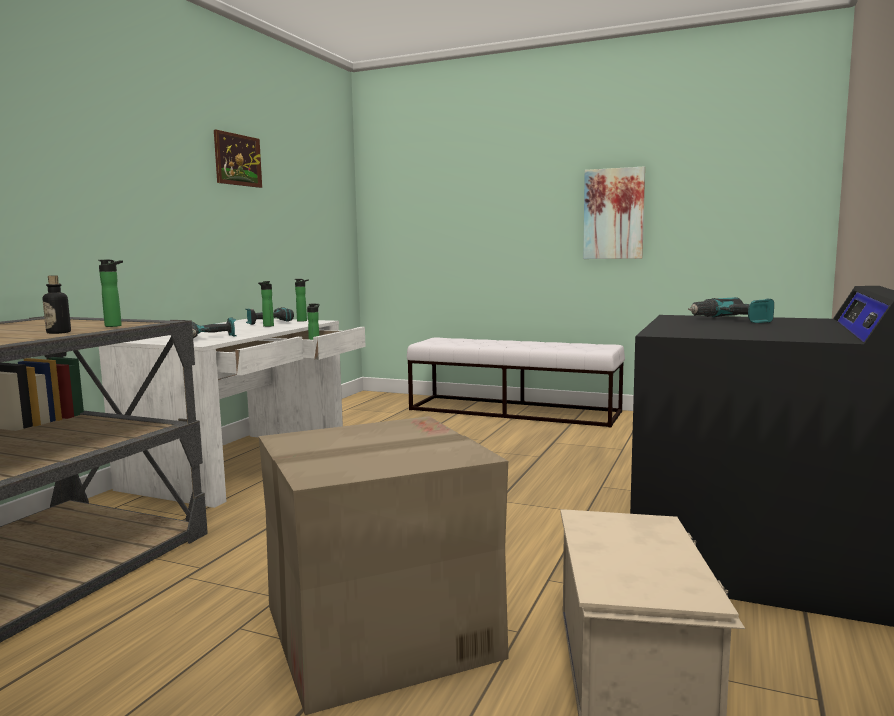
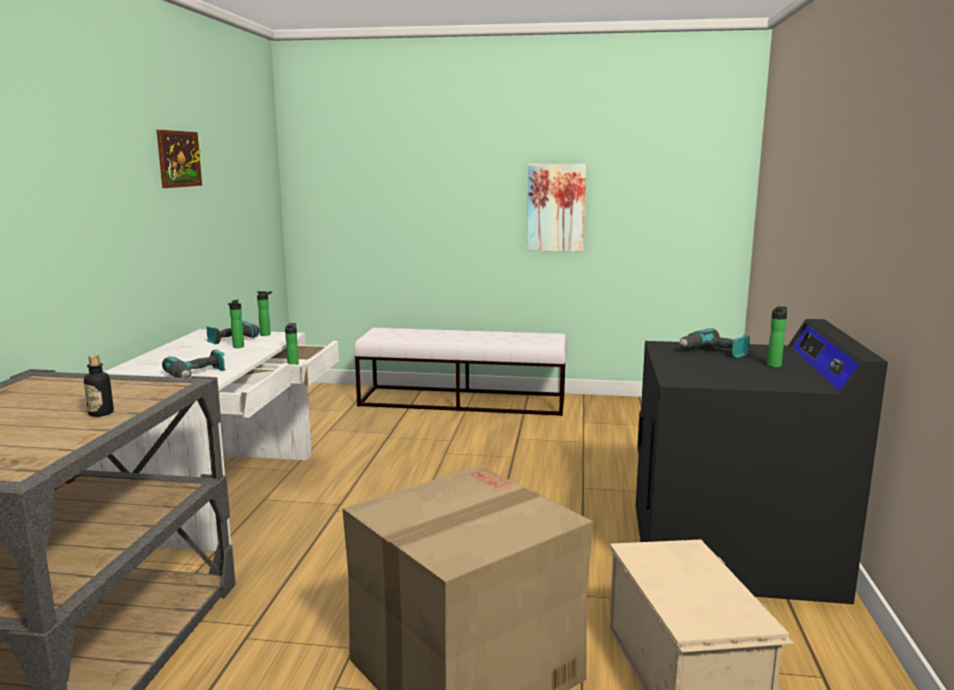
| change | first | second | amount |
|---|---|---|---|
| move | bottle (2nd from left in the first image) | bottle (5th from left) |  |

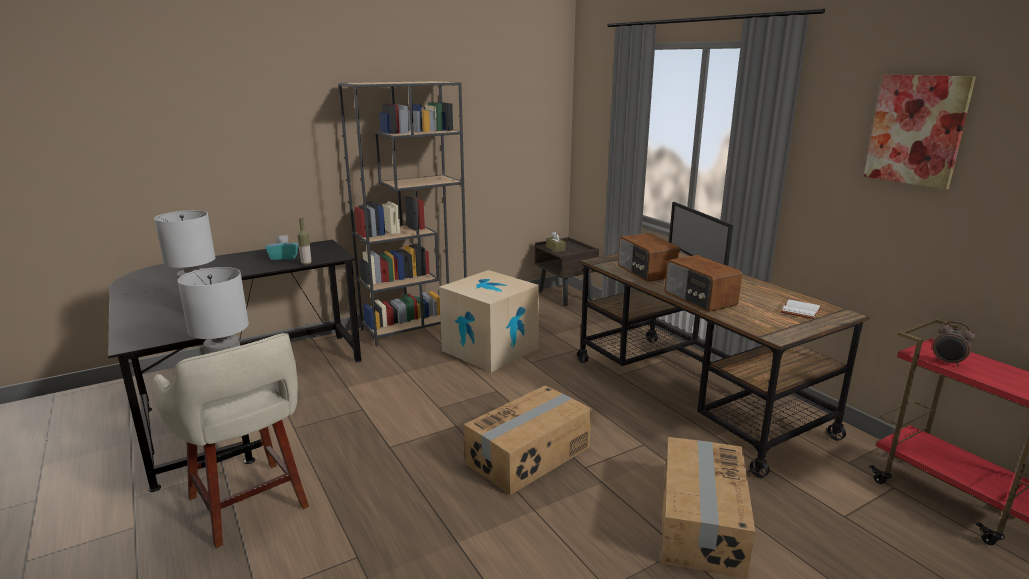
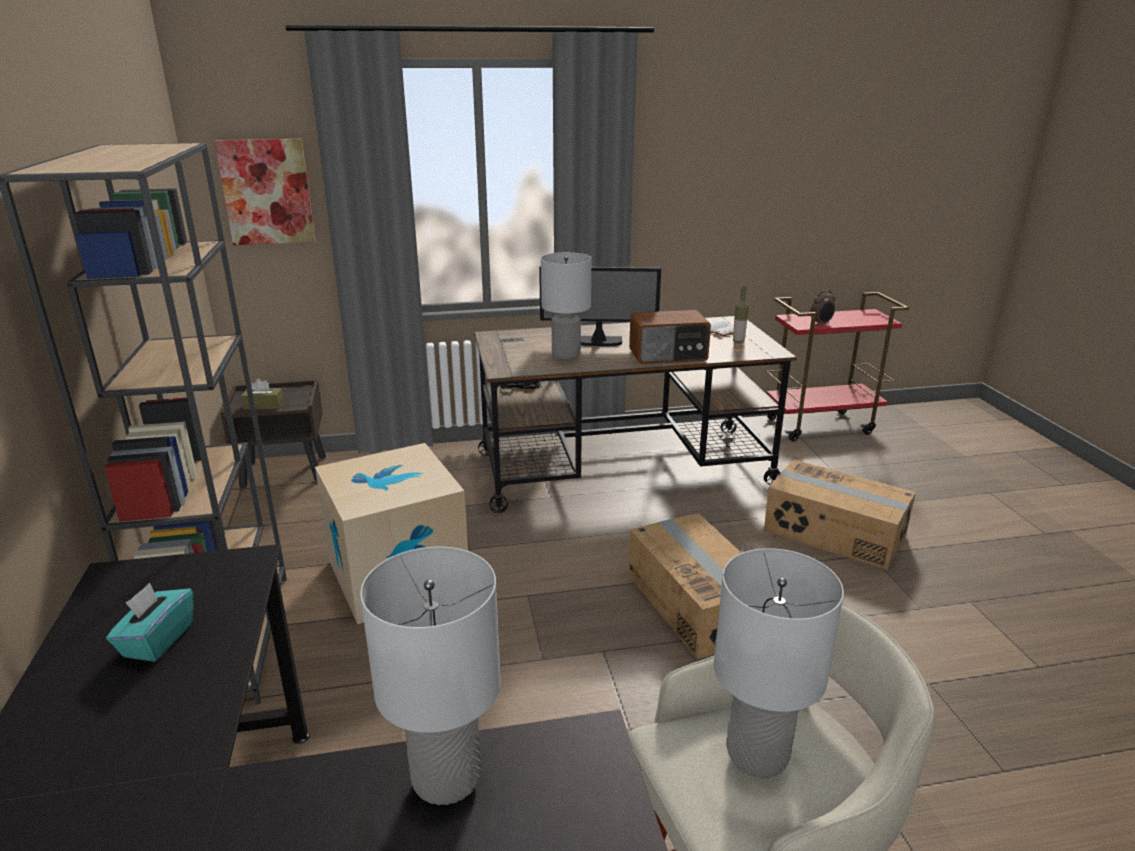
| change | first | second | amount |
|---|---|---|---|
| move | picture |  |  |
| move | bottle |  |  |
| replace | radio (1st from left) | grey table lamp (2nd from left) |  |

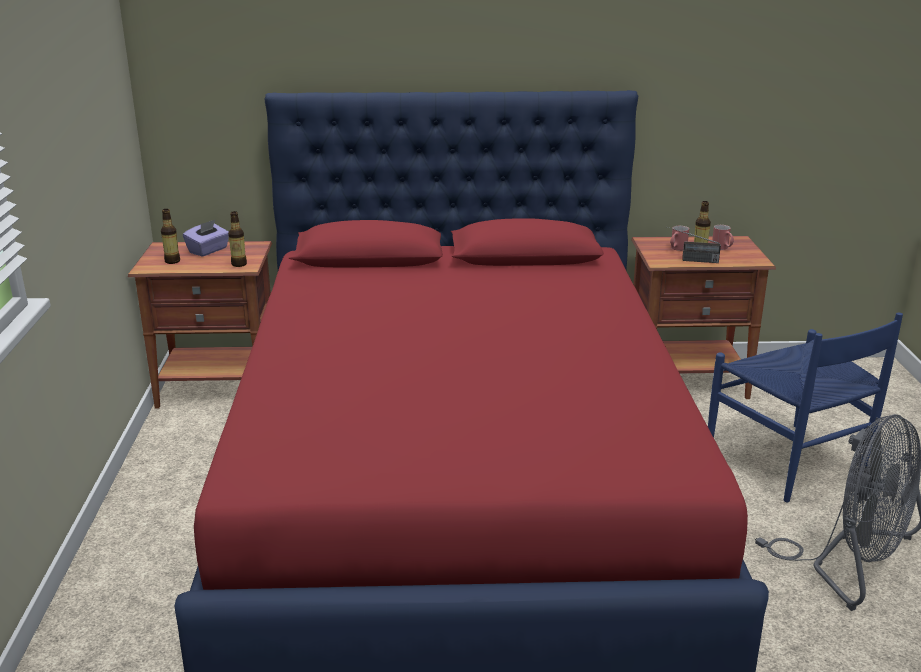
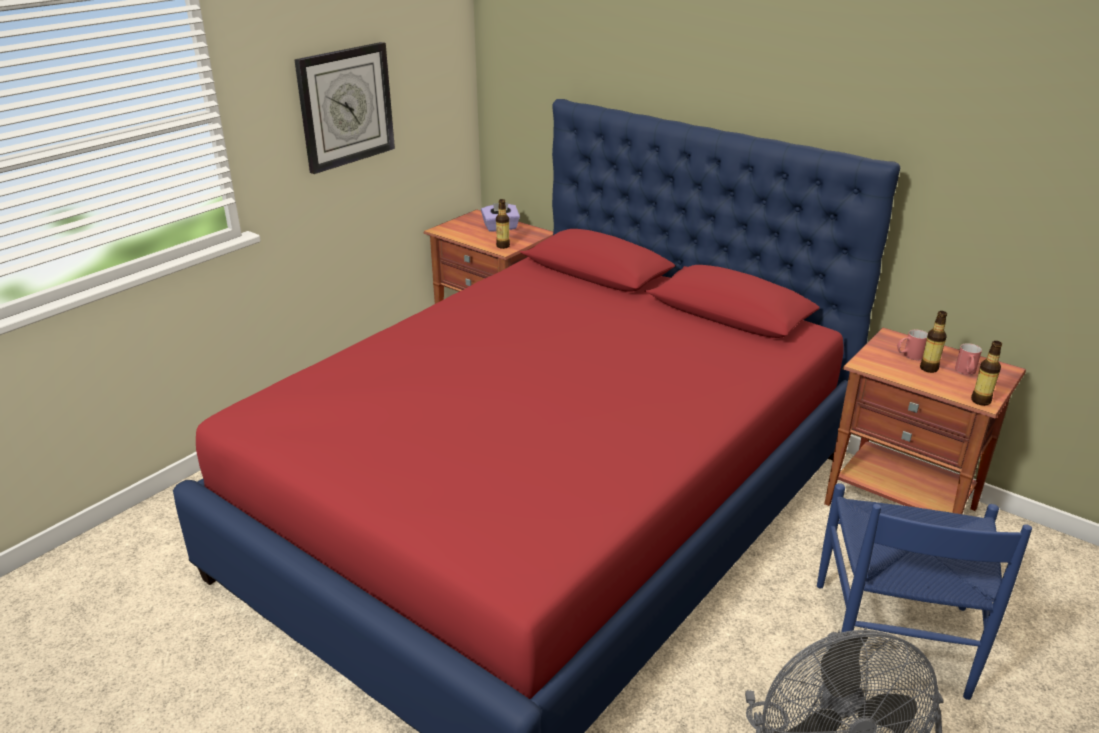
| change | first | second | amount |
|---|---|---|---|
| move | bottle (1st from left in the first image) | bottle (3rd from left) |  |
| delete | radio |  |  |
| insert |  | wall clock |  |

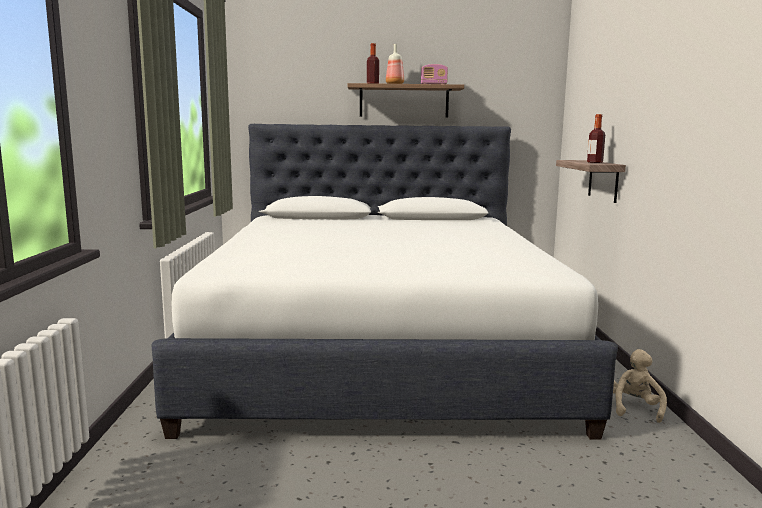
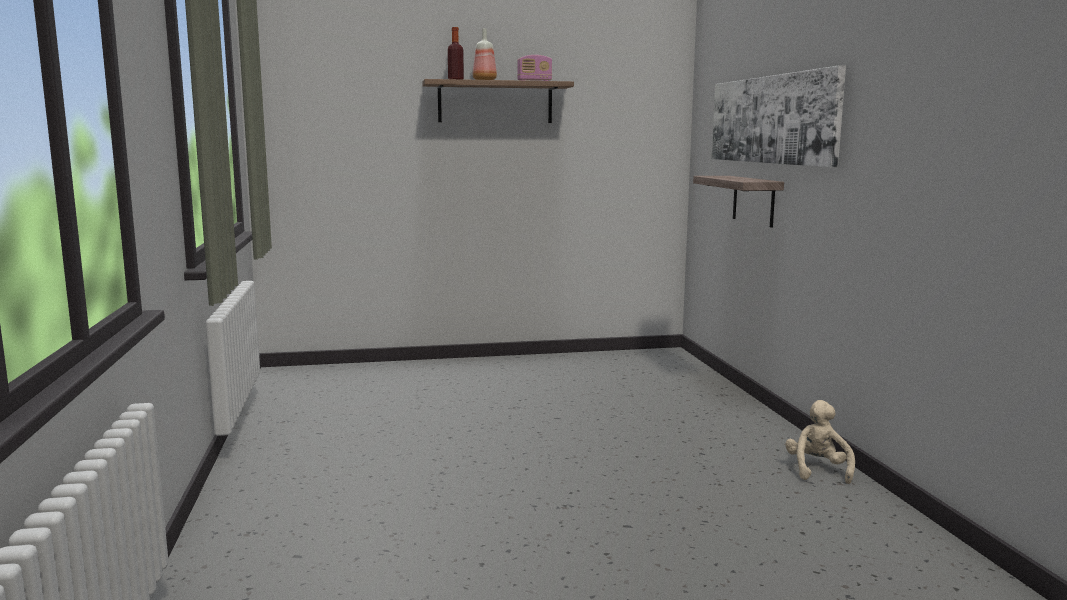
| change | first | second | amount |
|---|---|---|---|
| delete | bottle (3rd from left) |  |  |
| delete | white bed |  |  |
| insert |  | picture |  |

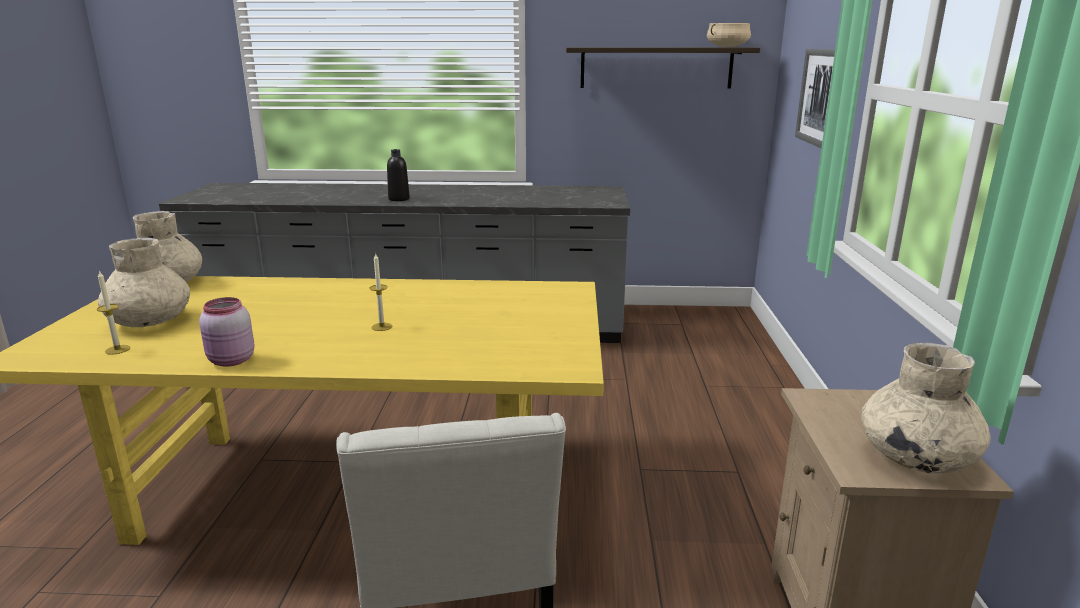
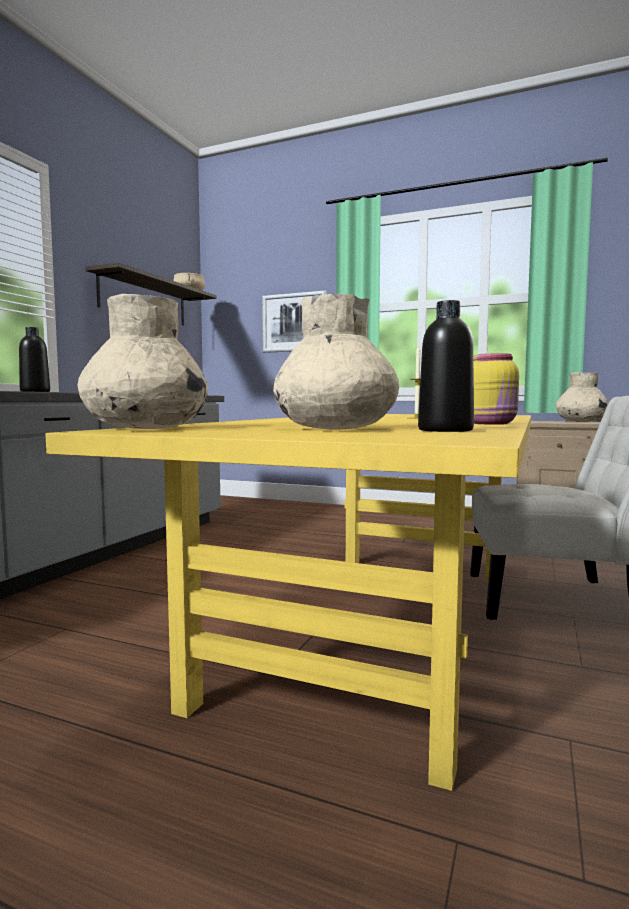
| change | first | second | amount |
|---|---|---|---|
| replace | candle (1st from left) | black bottle (2nd from left) |  |
| recolor | pink jar | yellow jar |  |

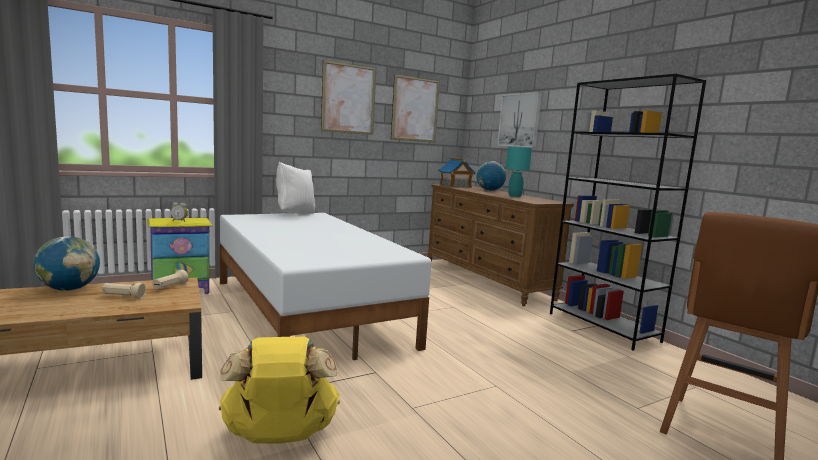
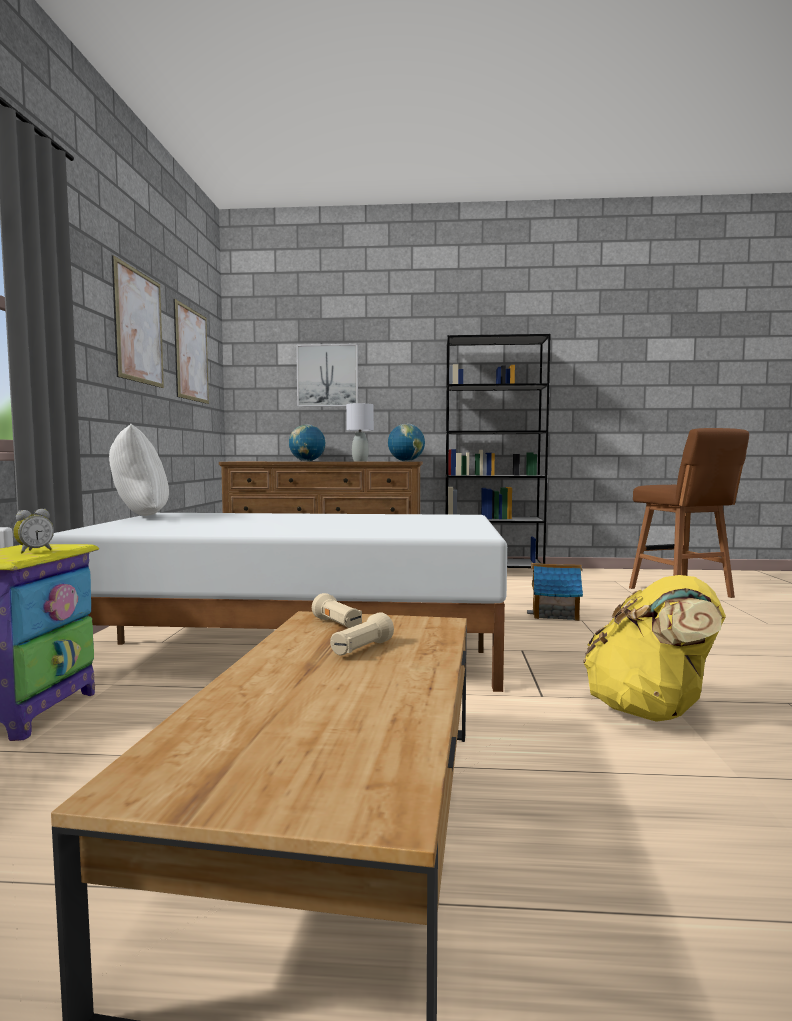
| change | first | second | amount |
|---|---|---|---|
| recolor | turquoise table lamp | grey table lamp |  |
| move | toy house |  |  |
| move | globe (1st from left in the first image) | globe (2nd from left) |  |

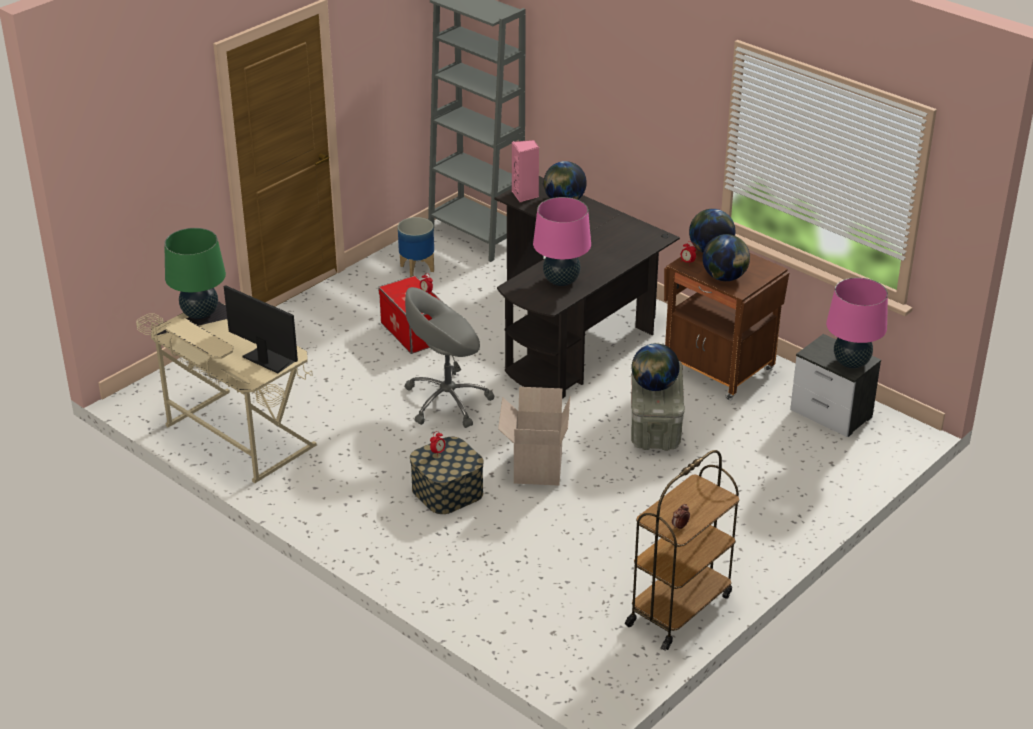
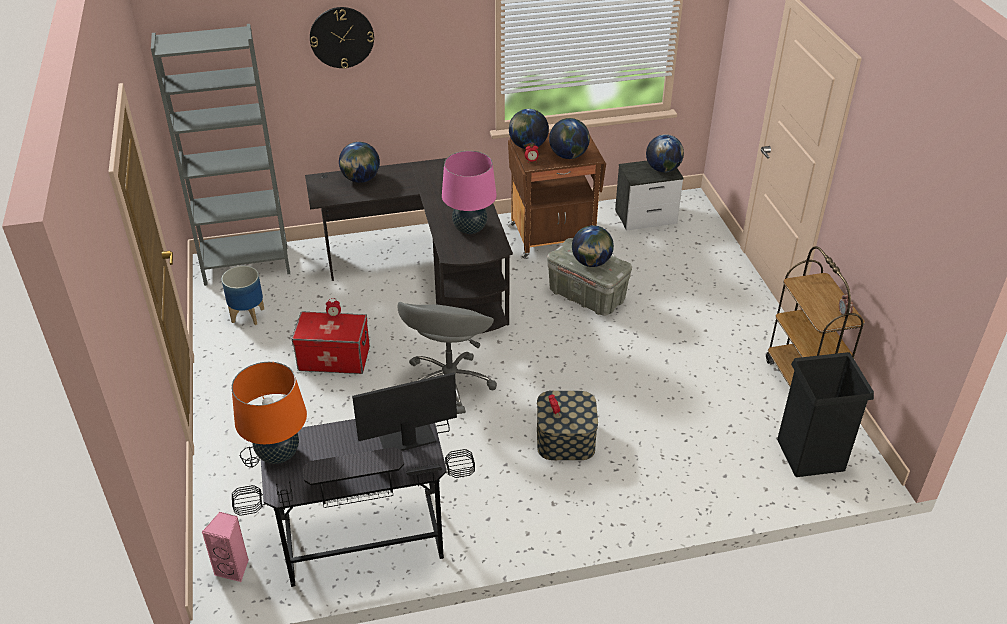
| change | first | second | amount |
|---|---|---|---|
| move | pink speaker |  |  |
| recolor | green table lamp | orange table lamp |  |
| replace | pink table lamp (2nd from left) | globe (5th from left) |  |
| recolor | beige desk | black desk (1st from left) |  |
| delete | cardboard box |  |  |
| insert |  | wall clock |  |
| insert |  | black trash can |  |

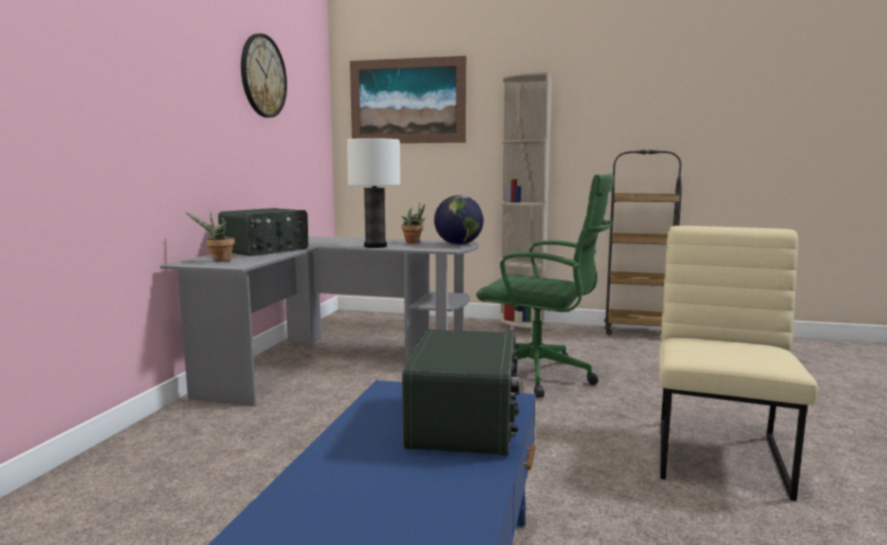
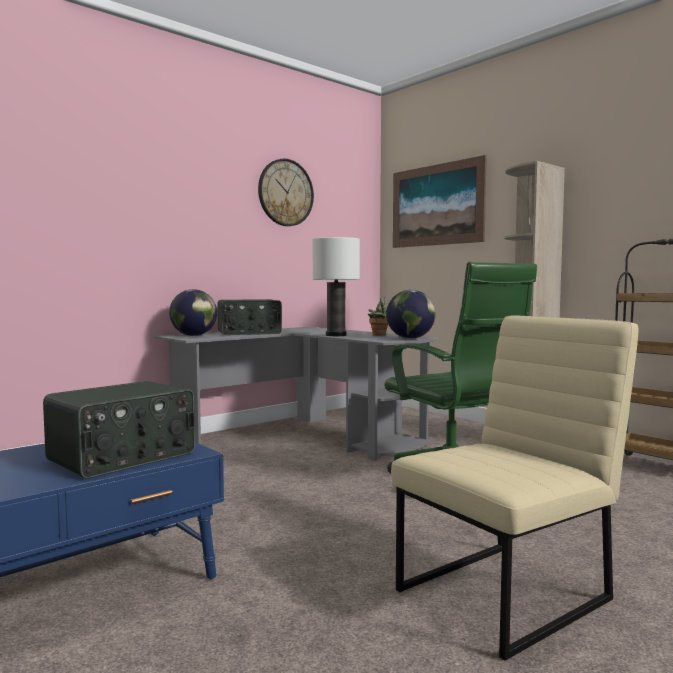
| change | first | second | amount |
|---|---|---|---|
| replace | potted plant (1st from left) | globe (1st from left) |  |

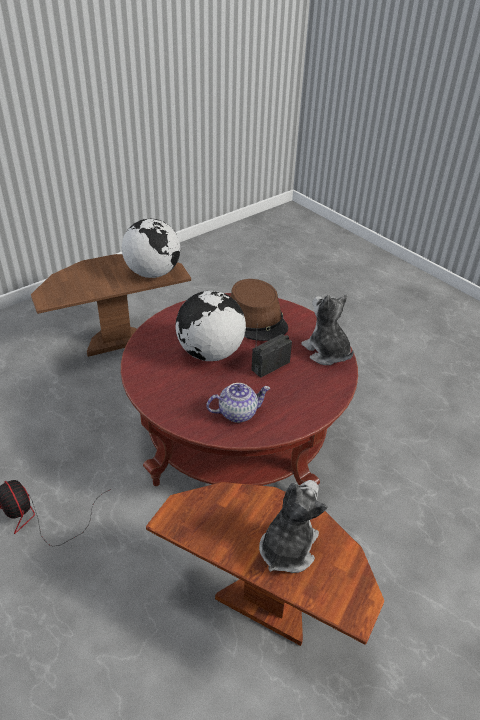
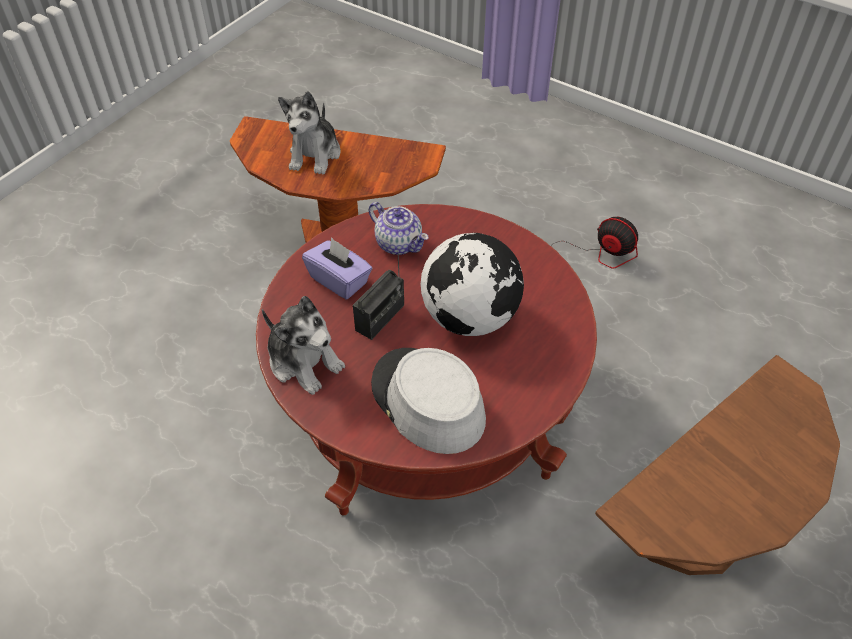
| change | first | second | amount |
|---|---|---|---|
| delete | globe (1st from left) |  |  |
| recolor | brown hat | grey hat |  |
| rotate | teapot |  | 105 degrees counterclockwise |
| insert |  | purple tissue box |  |

